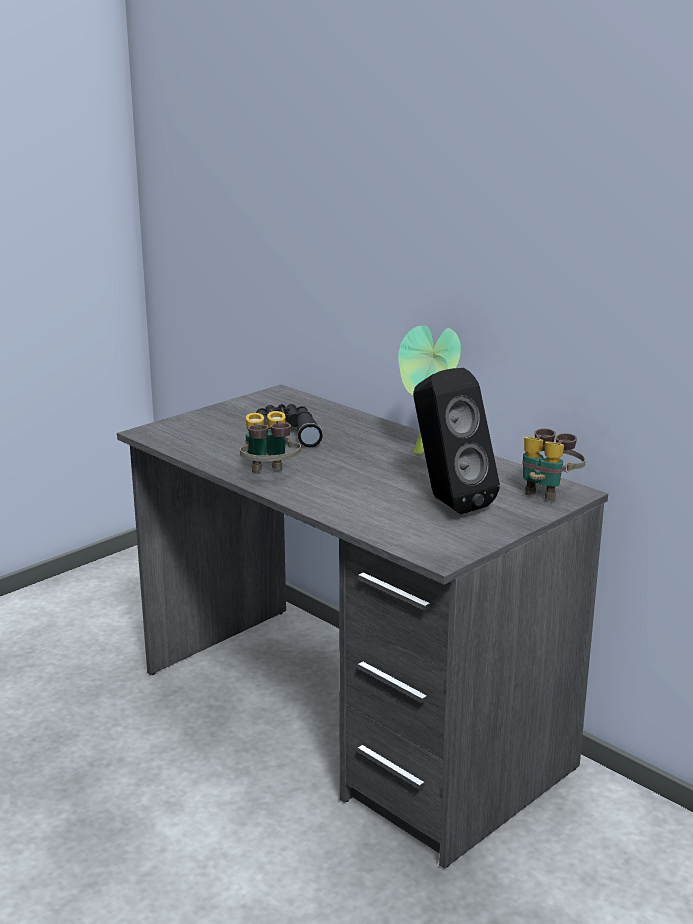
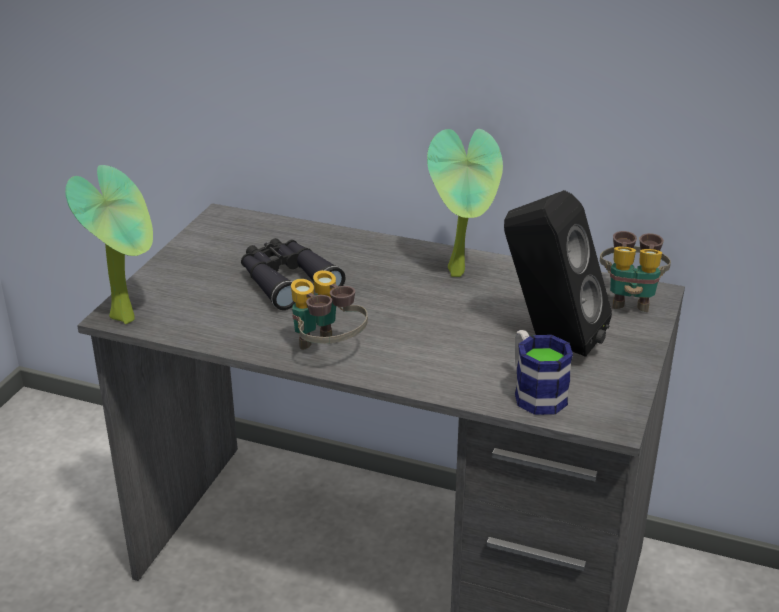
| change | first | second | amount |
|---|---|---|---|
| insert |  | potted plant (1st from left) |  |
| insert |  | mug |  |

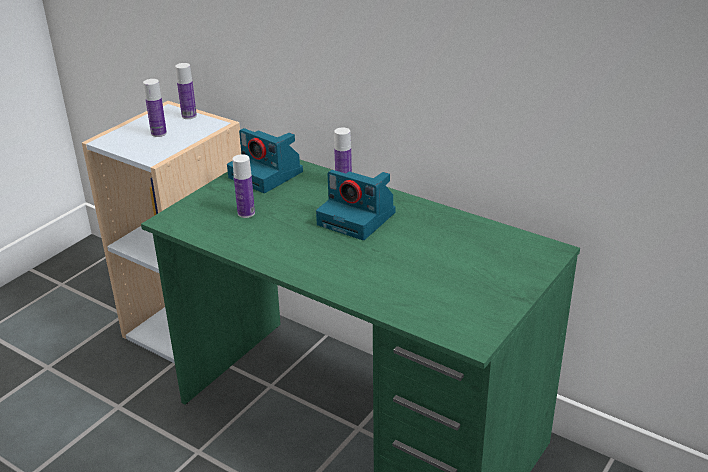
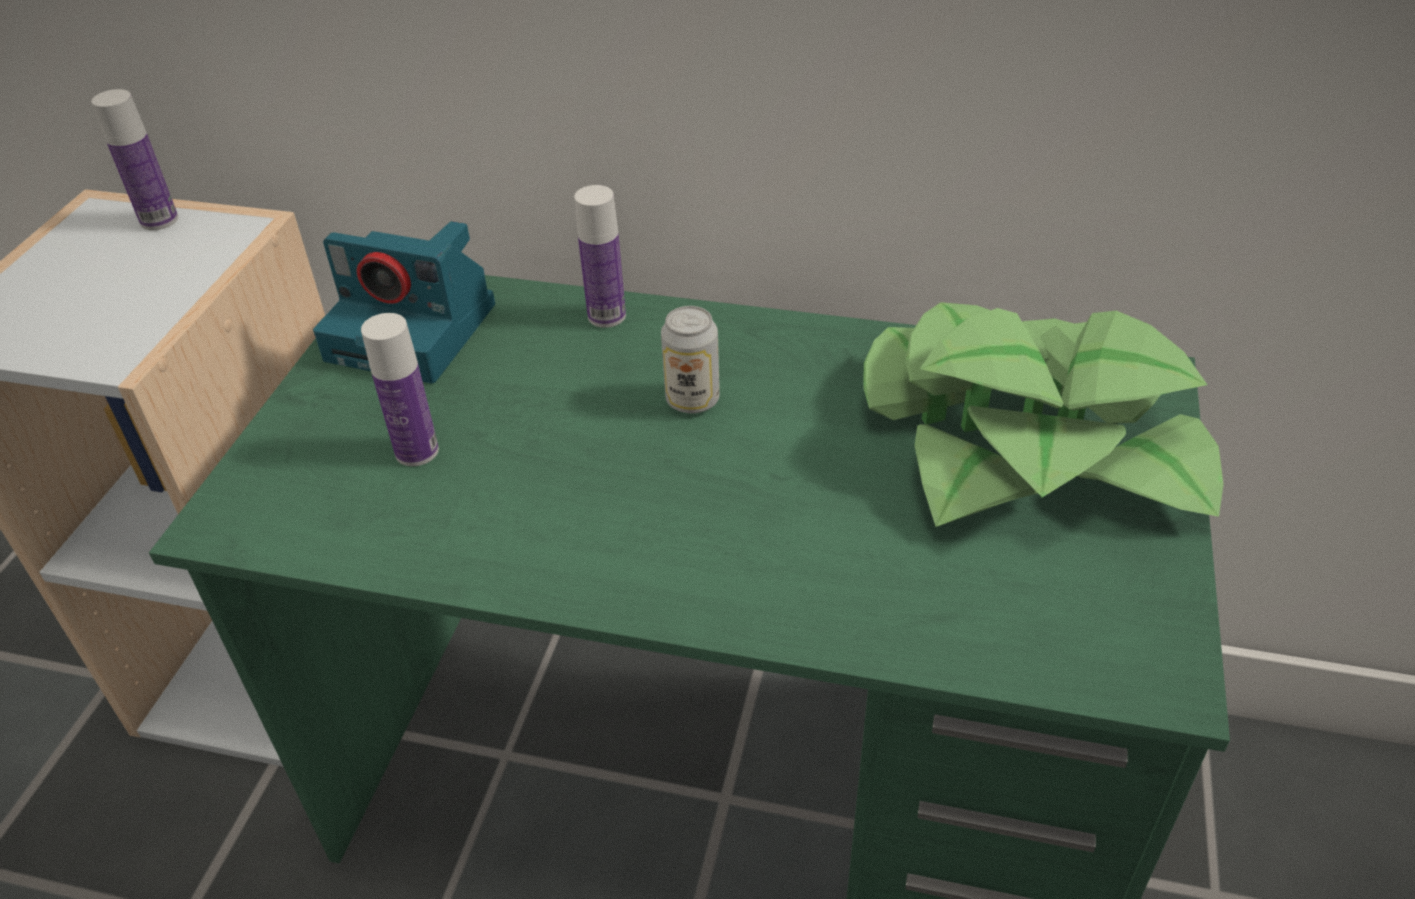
| change | first | second | amount |
|---|---|---|---|
| delete | bottle (1st from left) |  |  |
| replace | photo camera (2nd from left) | can |  |
| insert |  | potted plant |  |

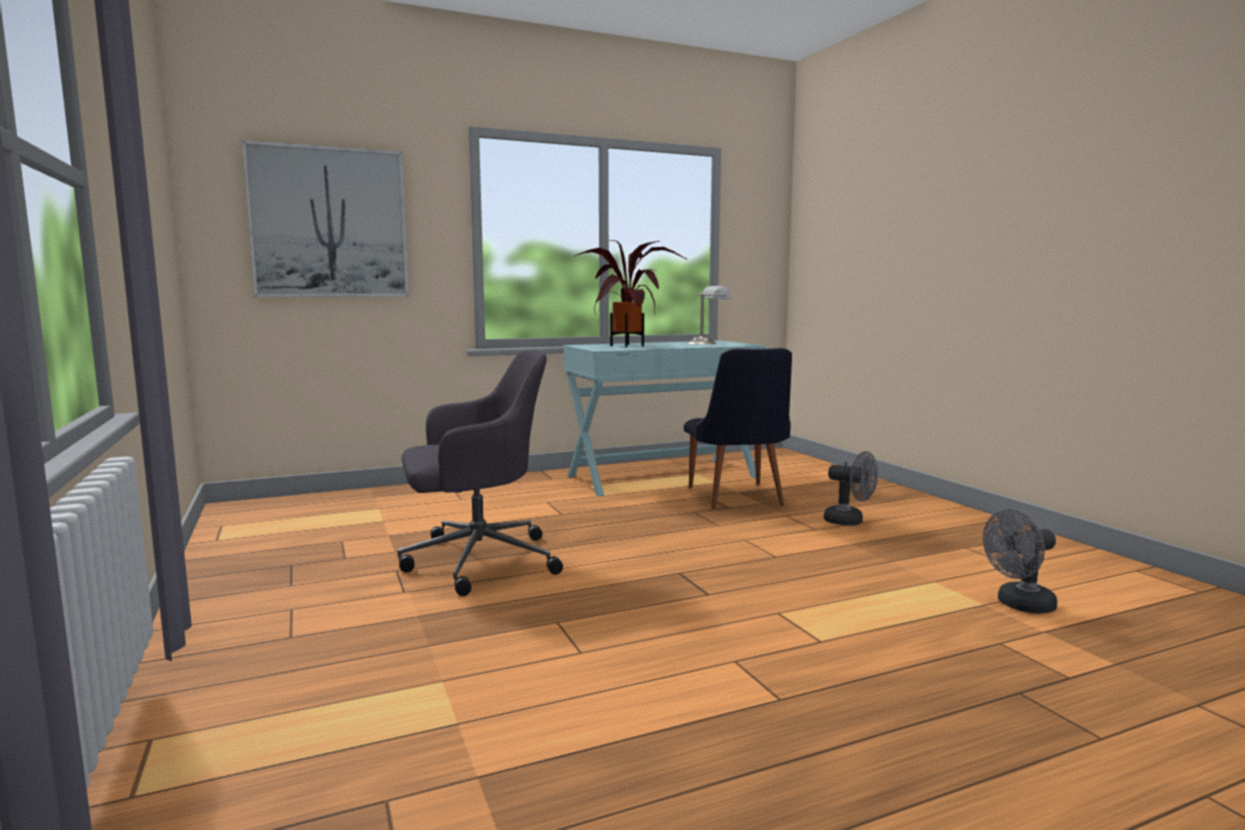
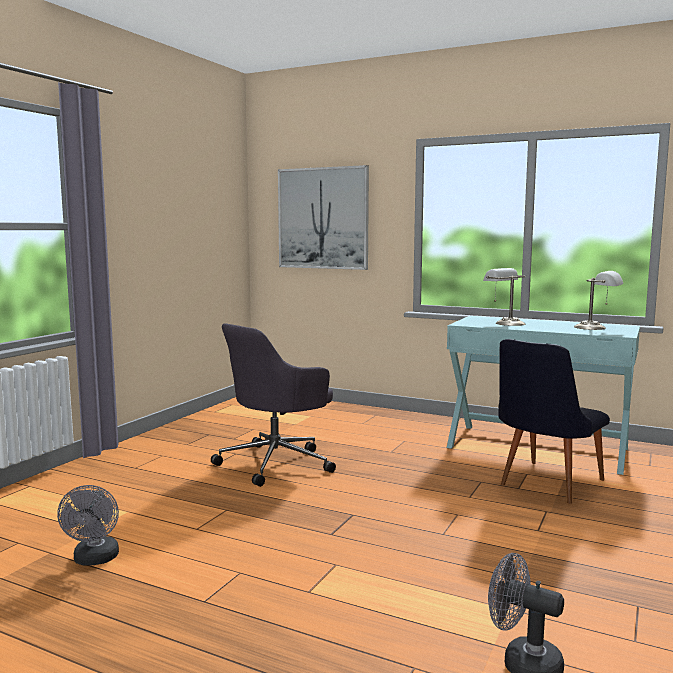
| change | first | second | amount |
|---|---|---|---|
| replace | potted plant | white table lamp (1st from left) |  |
| rotate | grey office chair |  | 105 degrees clockwise |
| move | grey fan (1st from left) |  |  |

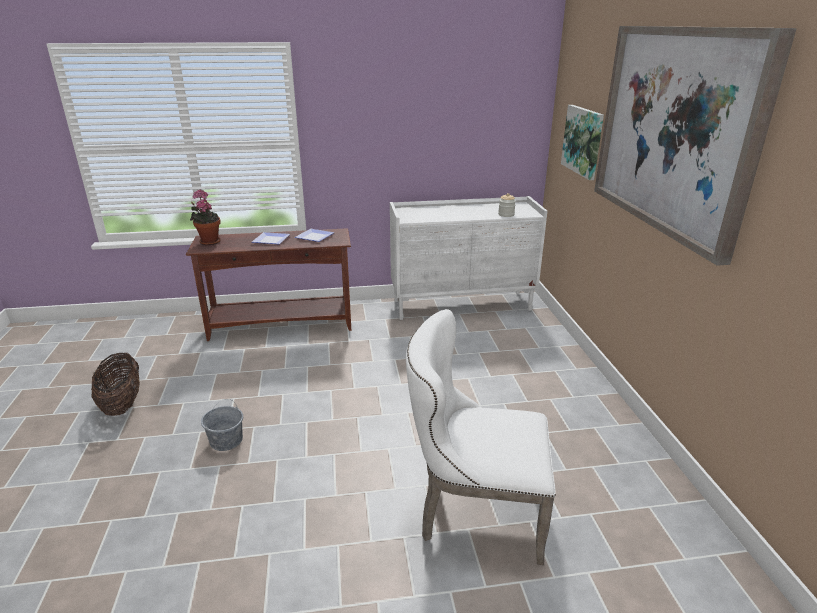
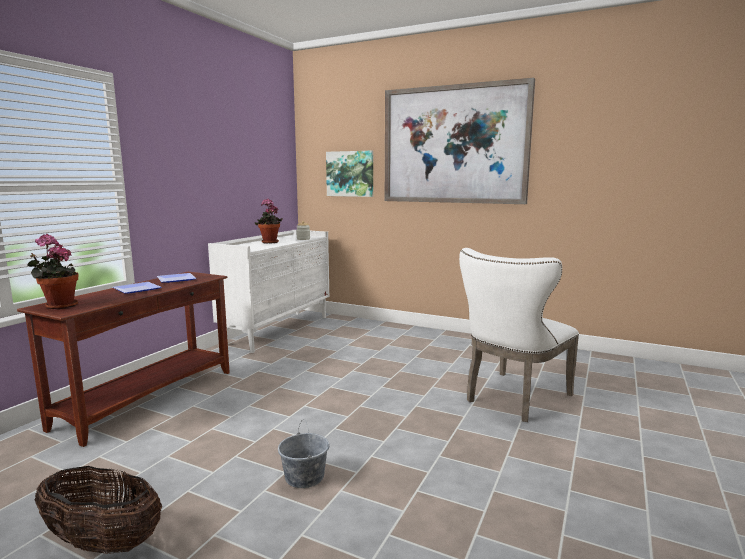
| change | first | second | amount |
|---|---|---|---|
| insert |  | potted plant (2nd from left) |  |

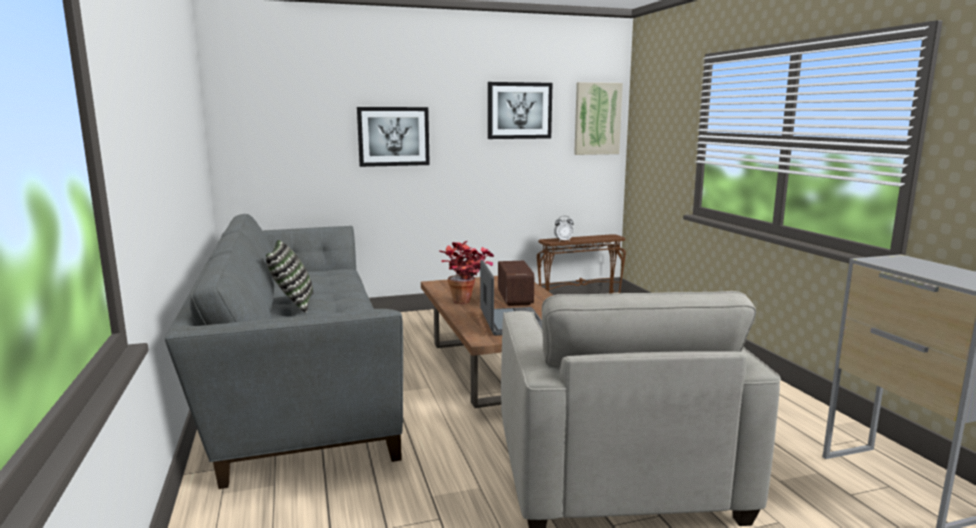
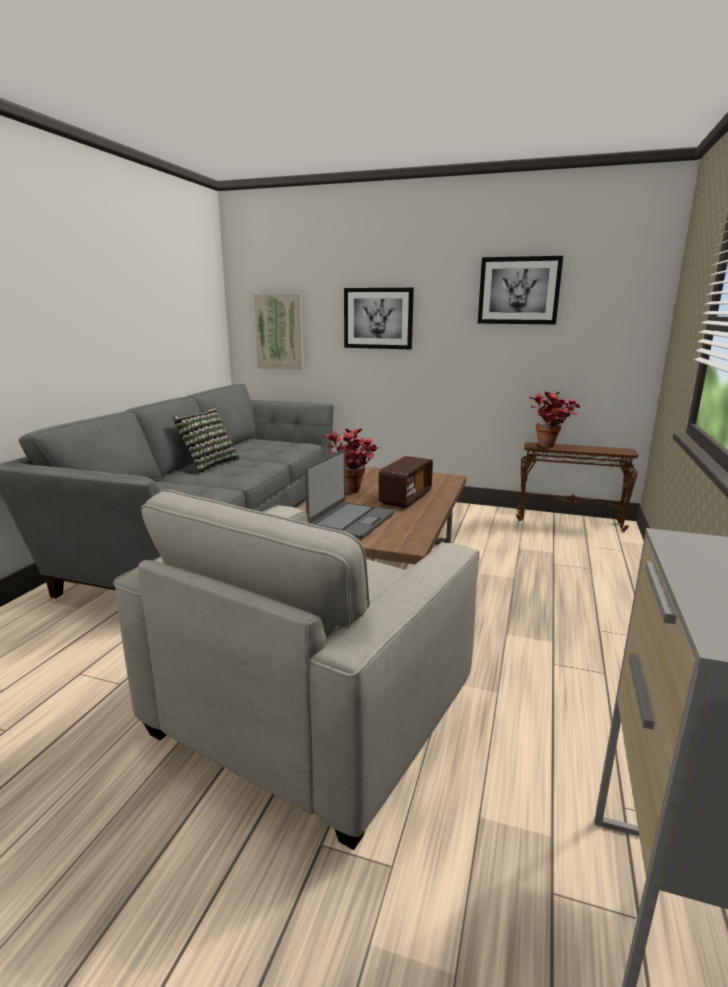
| change | first | second | amount |
|---|---|---|---|
| move | picture (3rd from left in the first image) | picture (1st from left) |  |
| replace | alarm clock | potted plant (2nd from left) |  |

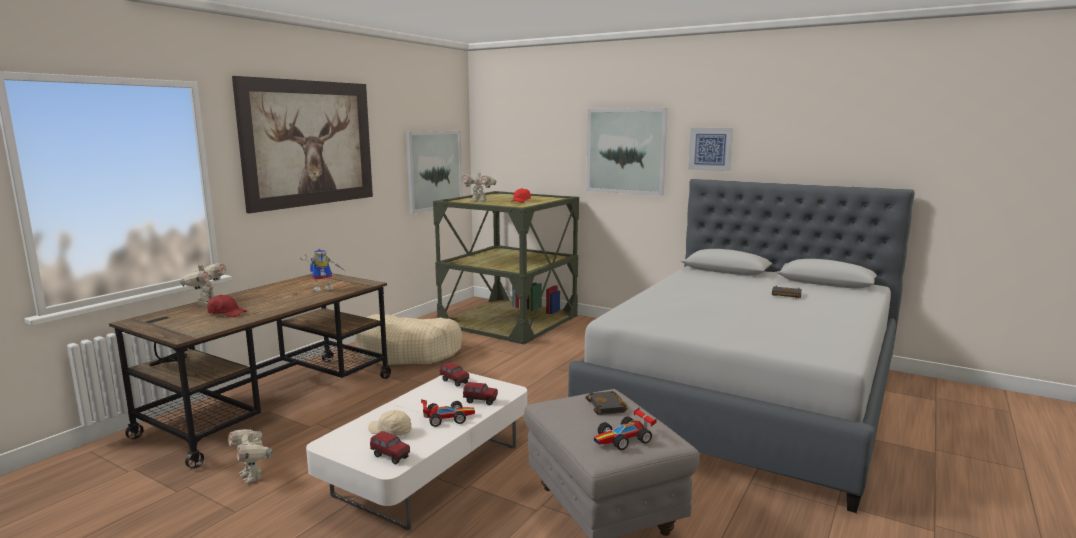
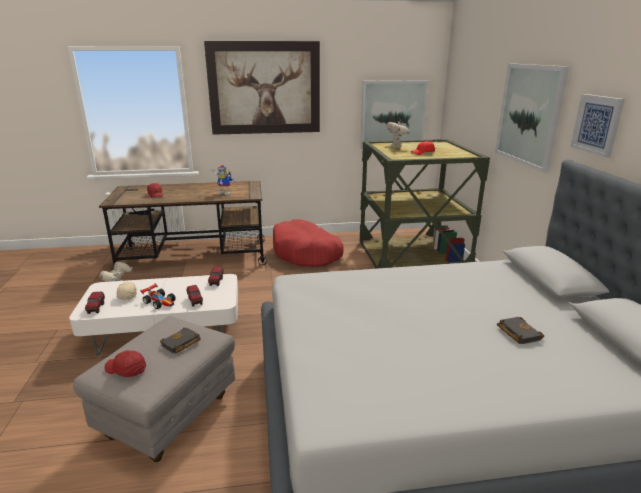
| change | first | second | amount |
|---|---|---|---|
| delete | toy robot (1st from left) |  |  |
| recolor | beige dog bed | red dog bed |  |
| replace | toy car (2nd from left) | red cap (1st from left) |  |

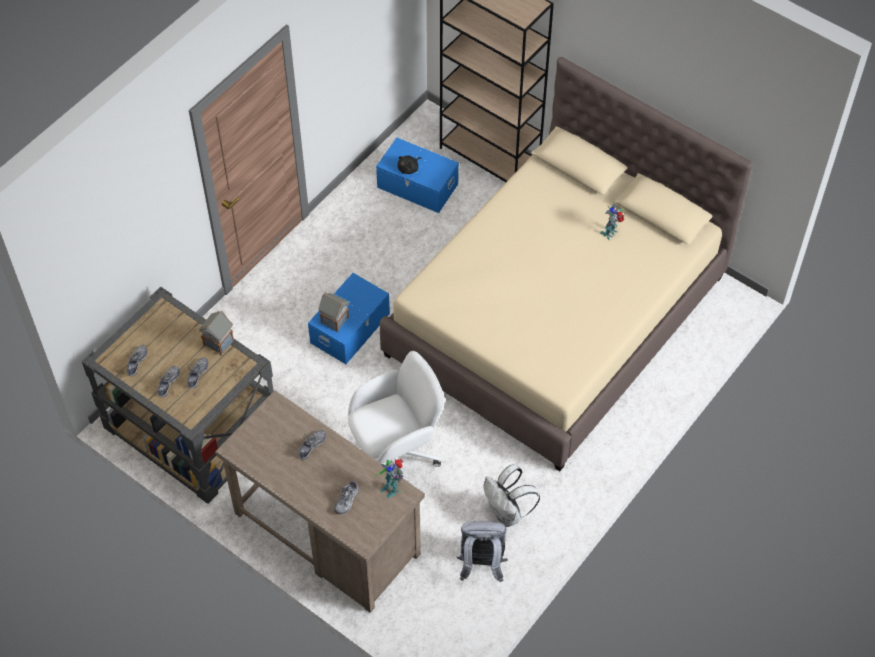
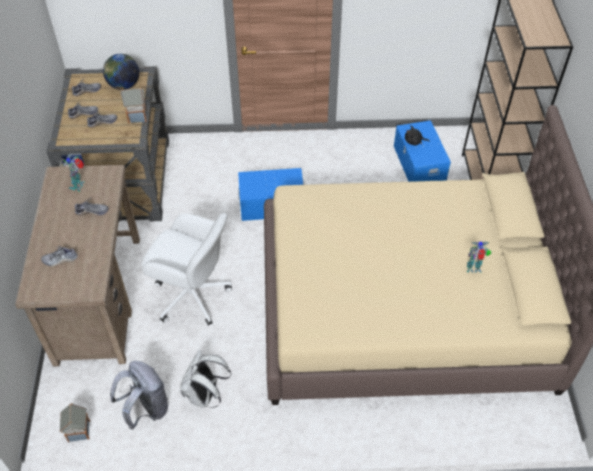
| change | first | second | amount |
|---|---|---|---|
| move | toy house (2nd from left in the first image) | toy house (1st from left) |  |
| move | toy robot (1st from left) |  |  |
| insert |  | globe |  |

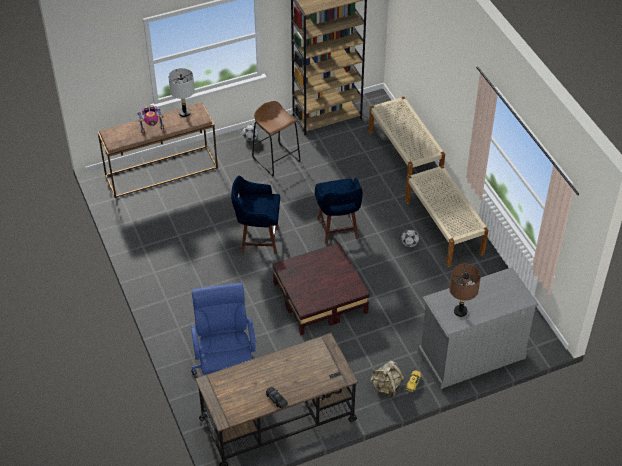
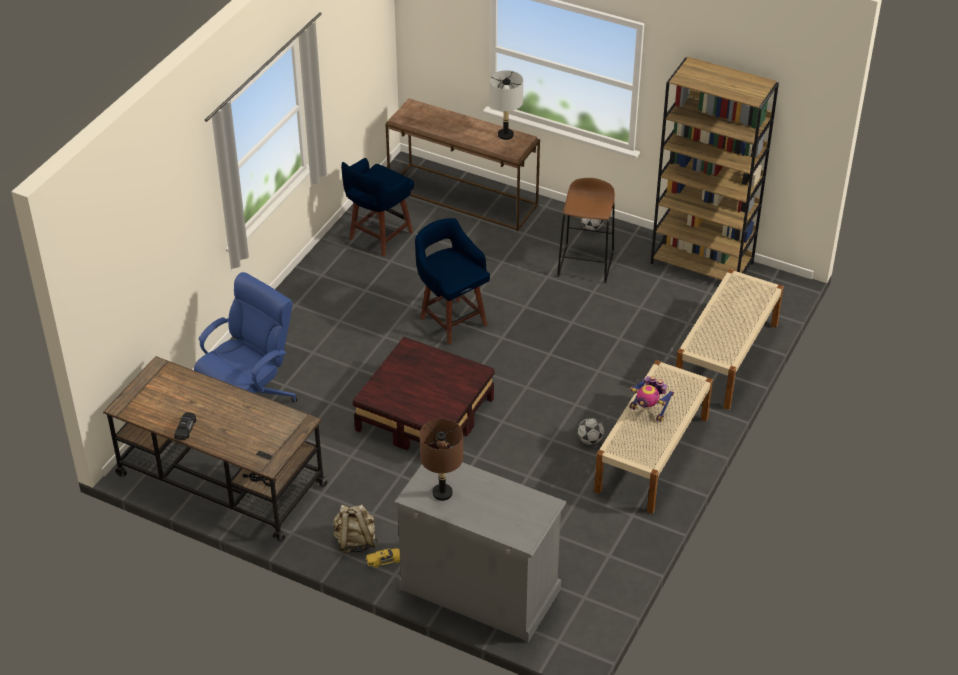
| change | first | second | amount |
|---|---|---|---|
| move | toy robot |  |  |
| move | blue stool (2nd from left in the first image) | blue stool (1st from left) |  |

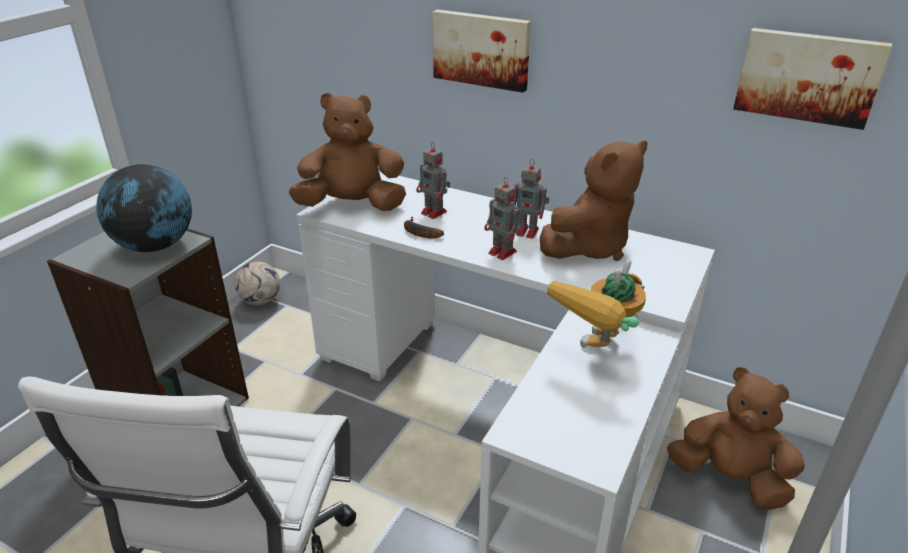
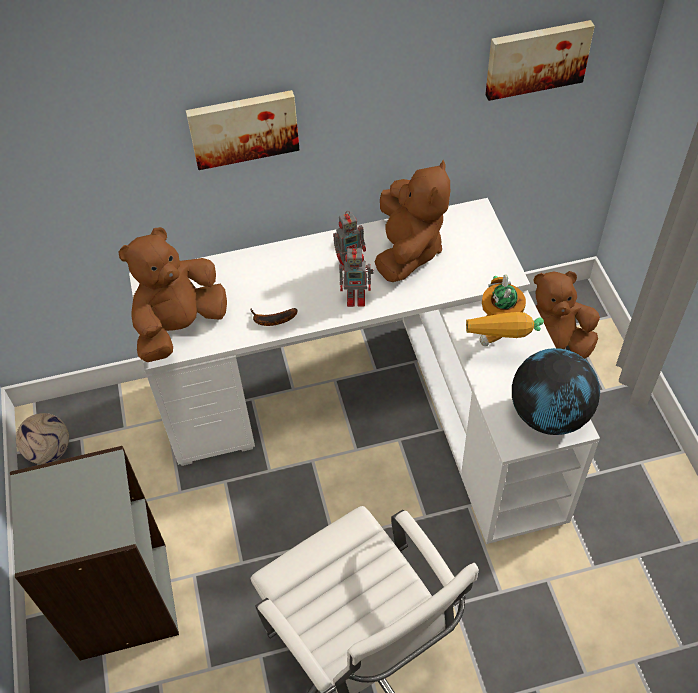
| change | first | second | amount |
|---|---|---|---|
| delete | toy robot (1st from left) |  |  |
| move | globe |  |  |

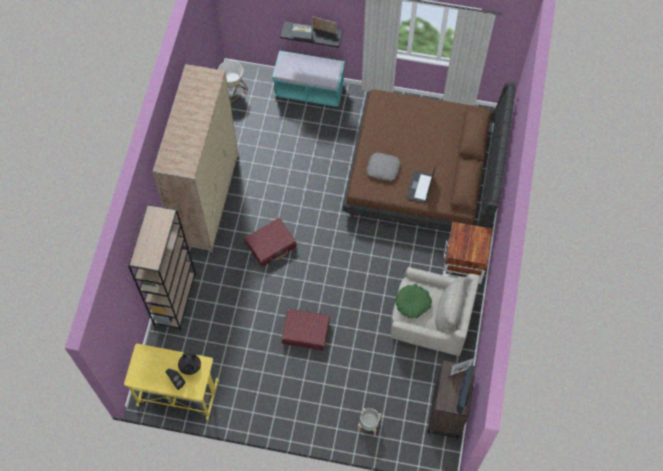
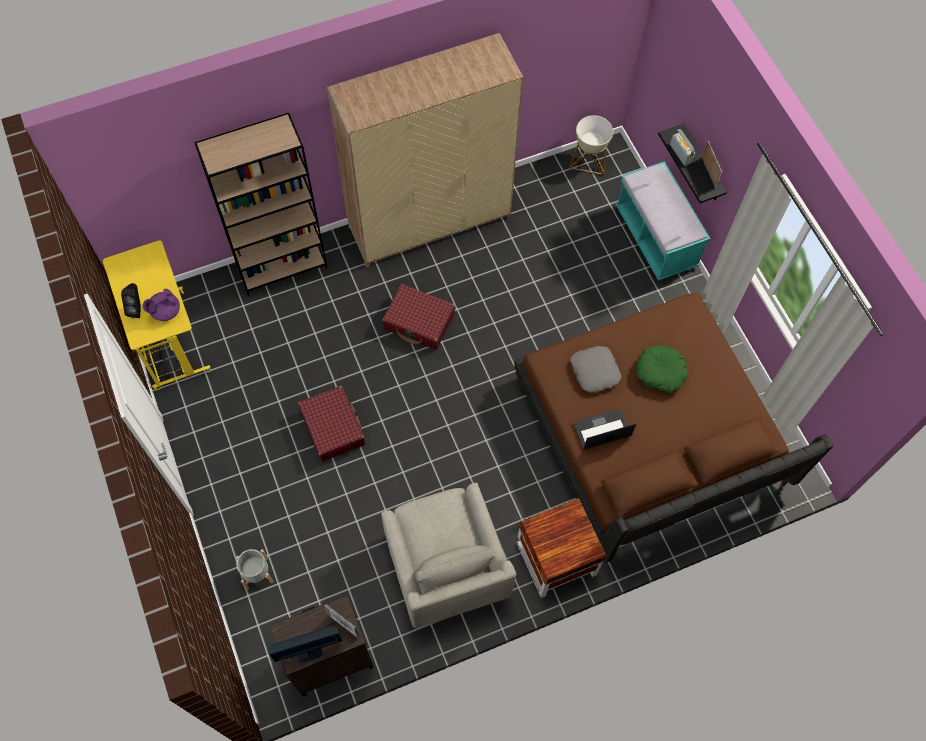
| change | first | second | amount |
|---|---|---|---|
| move | green pillow |  |  |
| recolor | black teapot | purple teapot |  |

